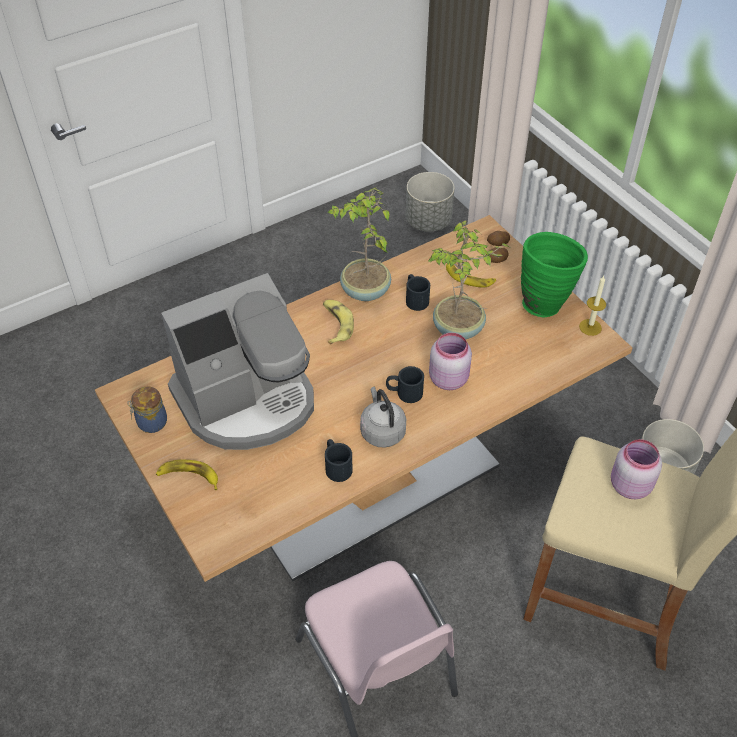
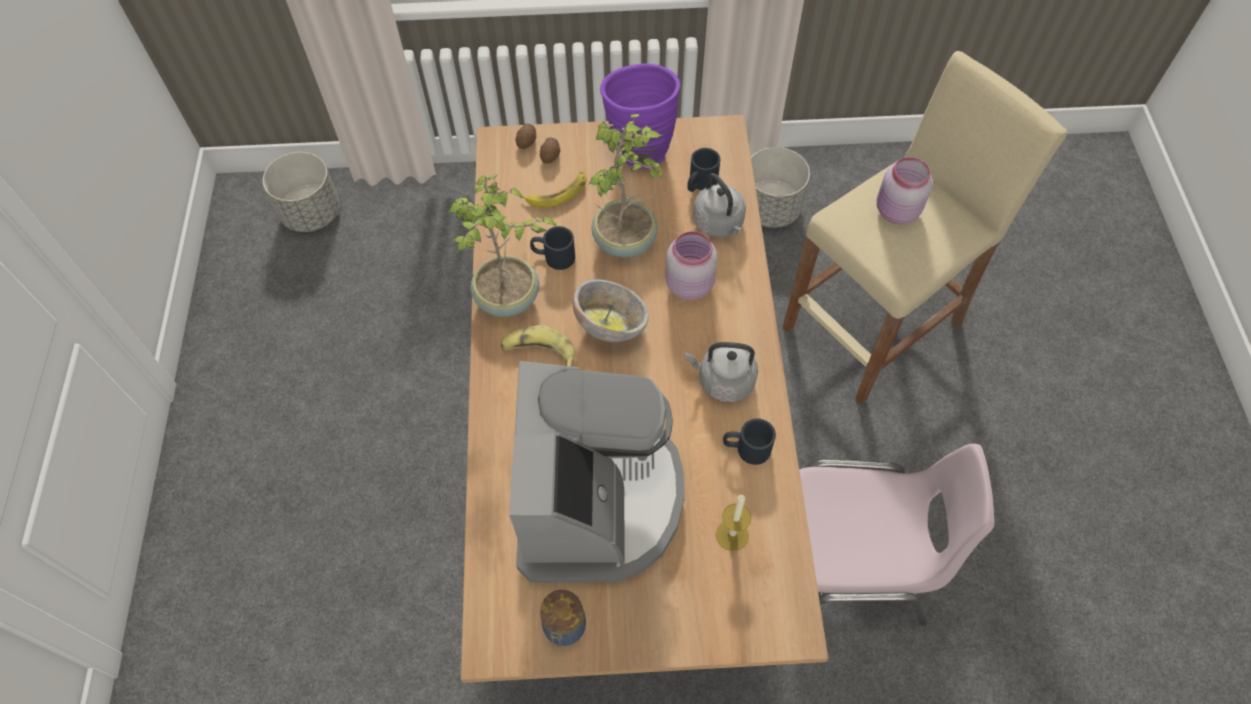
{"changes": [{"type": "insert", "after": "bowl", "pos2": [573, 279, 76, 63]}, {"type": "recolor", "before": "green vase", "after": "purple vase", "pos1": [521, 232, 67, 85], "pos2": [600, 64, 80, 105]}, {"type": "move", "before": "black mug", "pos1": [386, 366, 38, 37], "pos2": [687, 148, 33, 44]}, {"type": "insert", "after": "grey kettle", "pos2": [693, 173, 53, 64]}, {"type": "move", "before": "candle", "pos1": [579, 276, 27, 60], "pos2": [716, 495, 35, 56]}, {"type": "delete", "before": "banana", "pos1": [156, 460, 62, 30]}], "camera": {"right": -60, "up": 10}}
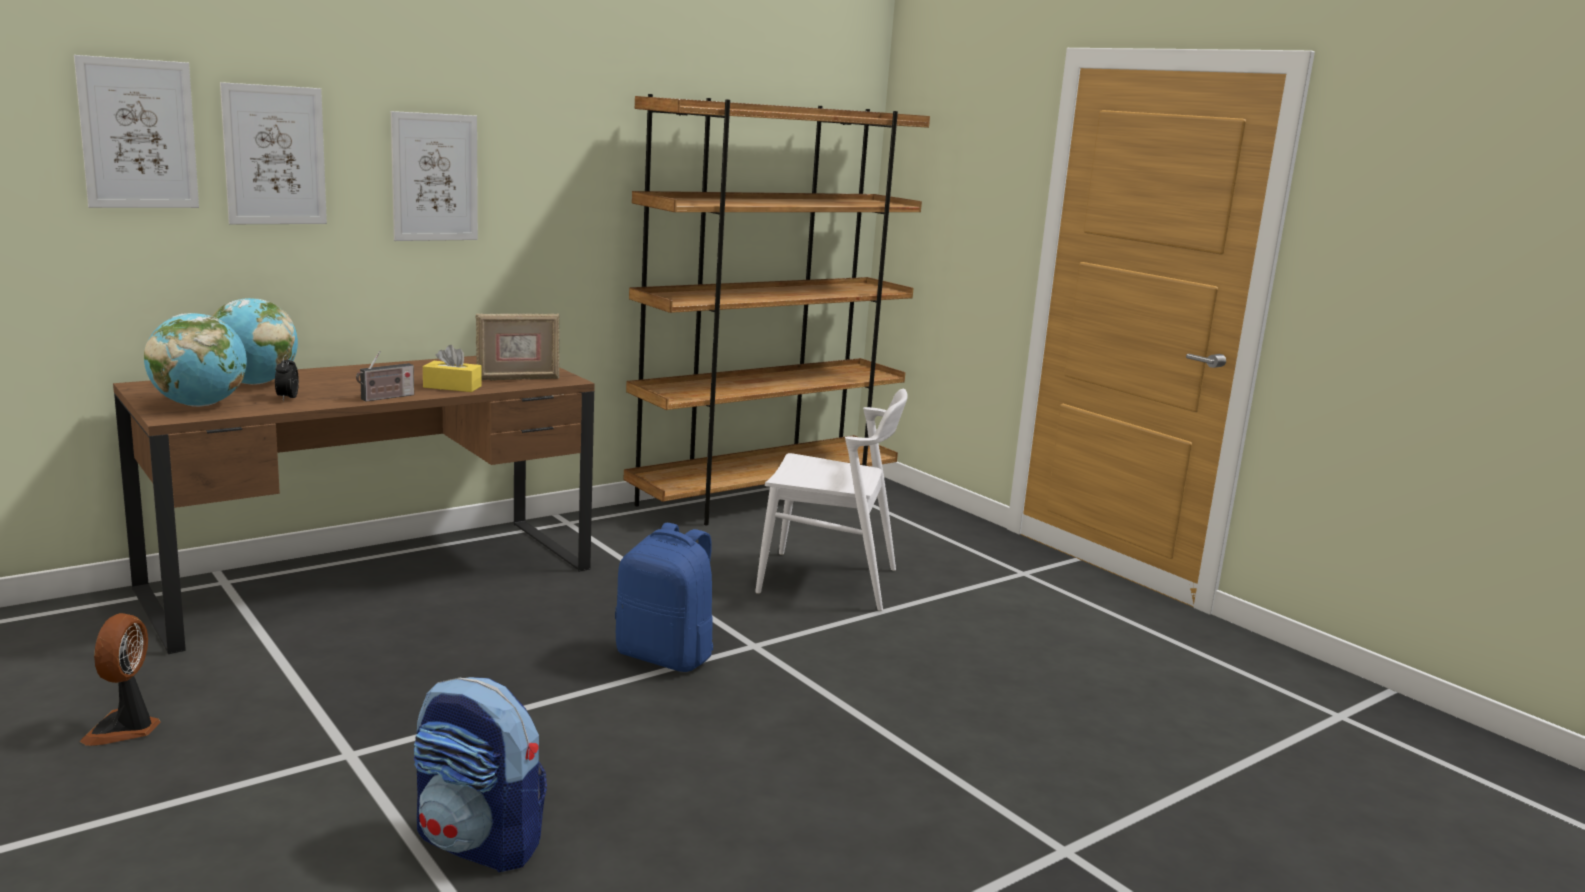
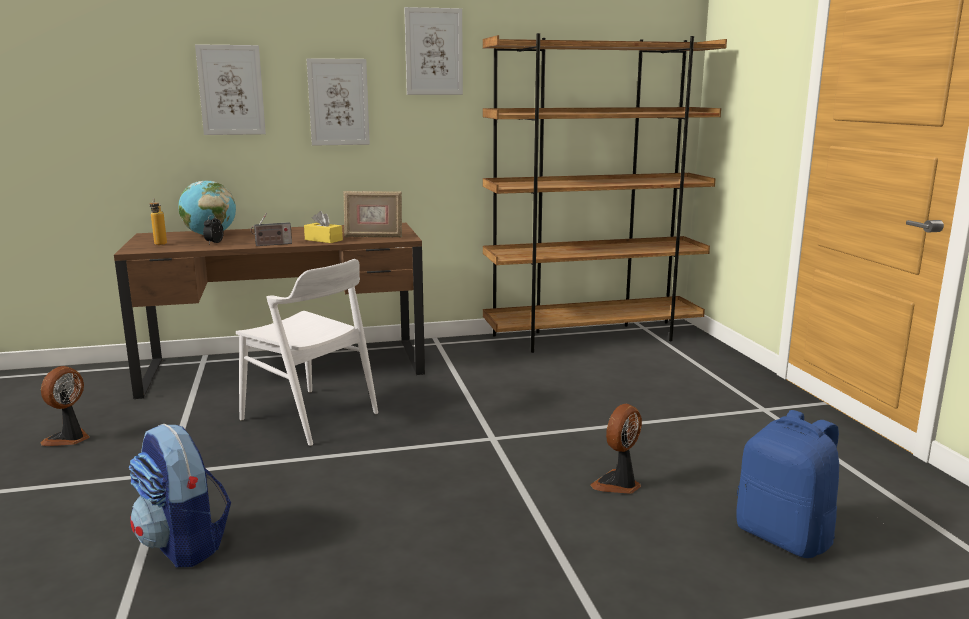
{"changes": [{"type": "replace", "before": "globe", "after": "bottle", "pos1": [144, 313, 103, 94], "pos2": [149, 199, 18, 46]}, {"type": "move", "before": "white chair", "pos1": [755, 389, 153, 222], "pos2": [236, 259, 142, 187]}, {"type": "move", "before": "picture", "pos1": [74, 55, 125, 153], "pos2": [404, 7, 59, 88]}, {"type": "insert", "after": "fan", "pos2": [590, 404, 52, 90]}, {"type": "move", "before": "blue backpack", "pos1": [615, 523, 98, 149], "pos2": [736, 410, 103, 148]}], "camera": {"right": 25, "up": 0}}
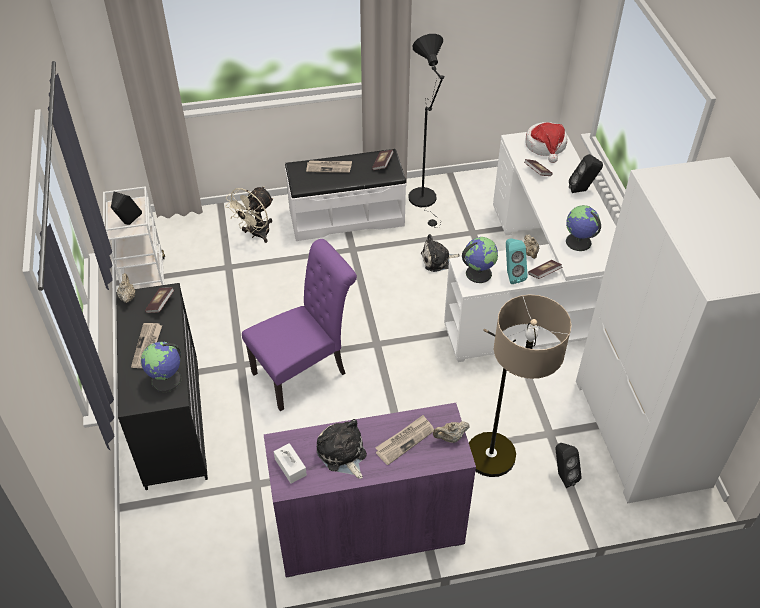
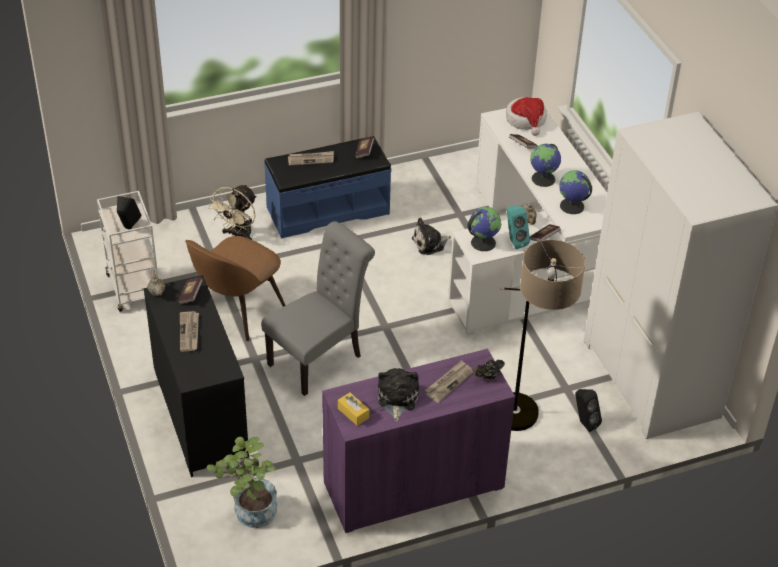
{"changes": [{"type": "insert", "after": "brown chair", "pos2": [185, 236, 101, 105]}, {"type": "insert", "after": "potted plant", "pos2": [207, 437, 71, 91]}, {"type": "recolor", "before": "purple chair", "after": "grey chair", "pos1": [242, 239, 115, 172], "pos2": [261, 221, 114, 175]}, {"type": "recolor", "before": "white bench", "after": "blue bench", "pos1": [285, 149, 121, 92], "pos2": [264, 136, 127, 103]}, {"type": "recolor", "before": "white tissue box", "after": "yellow tissue box", "pos1": [274, 443, 33, 41], "pos2": [338, 393, 31, 33]}, {"type": "rotate", "before": "plush toy", "pos1": [317, 419, 50, 60], "pos2": [378, 368, 41, 53], "turn": 45}, {"type": "recolor", "before": "beige teapot", "after": "black teapot", "pos1": [433, 421, 37, 22], "pos2": [474, 360, 31, 20]}, {"type": "move", "before": "globe", "pos1": [141, 341, 40, 51], "pos2": [530, 144, 31, 43]}, {"type": "delete", "before": "black floor lamp", "pos1": [408, 34, 36, 194]}, {"type": "delete", "before": "black speaker", "pos1": [569, 154, 34, 39]}], "camera": {"right": -10, "up": -5}}
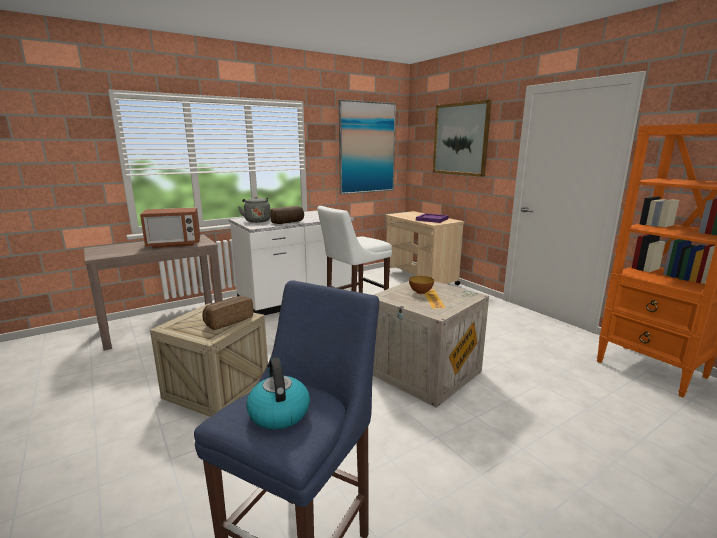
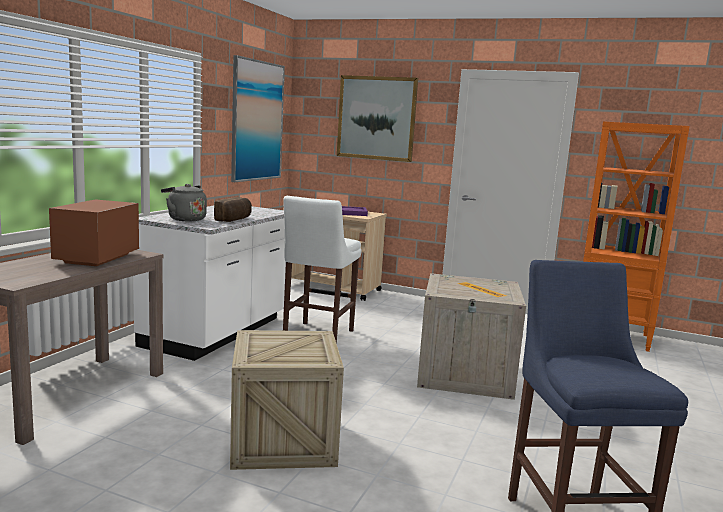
{"changes": [{"type": "rotate", "before": "microwave", "pos1": [140, 207, 60, 41], "pos2": [49, 199, 90, 67], "turn": 150}, {"type": "delete", "before": "bread", "pos1": [203, 296, 50, 34]}, {"type": "delete", "before": "kettle", "pos1": [246, 357, 64, 73]}, {"type": "delete", "before": "bowl", "pos1": [409, 276, 25, 18]}], "camera": {"right": -35, "up": -5}}
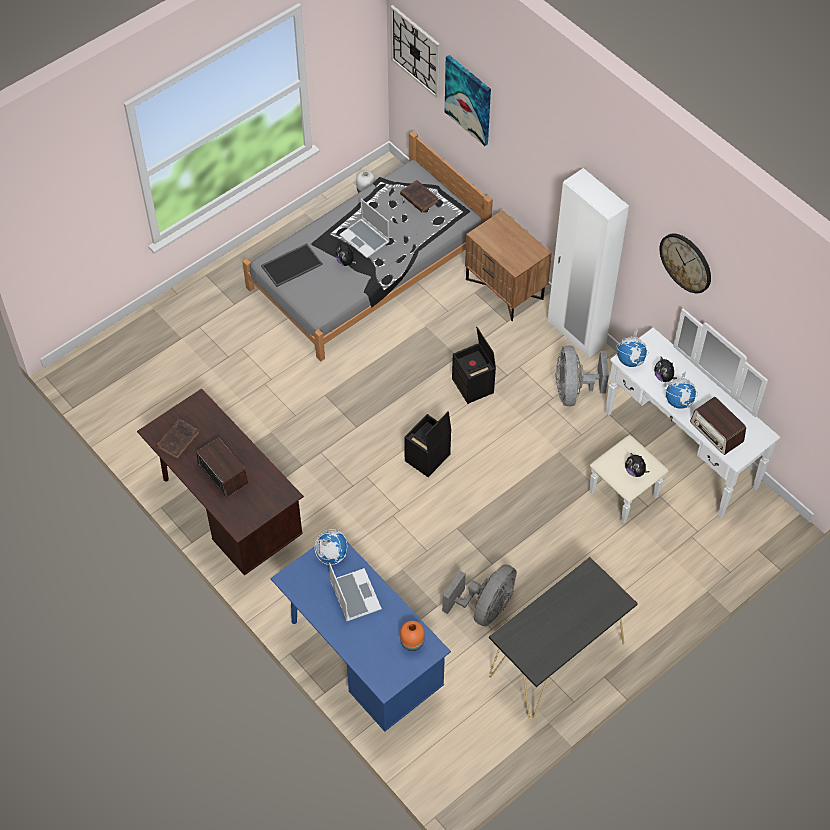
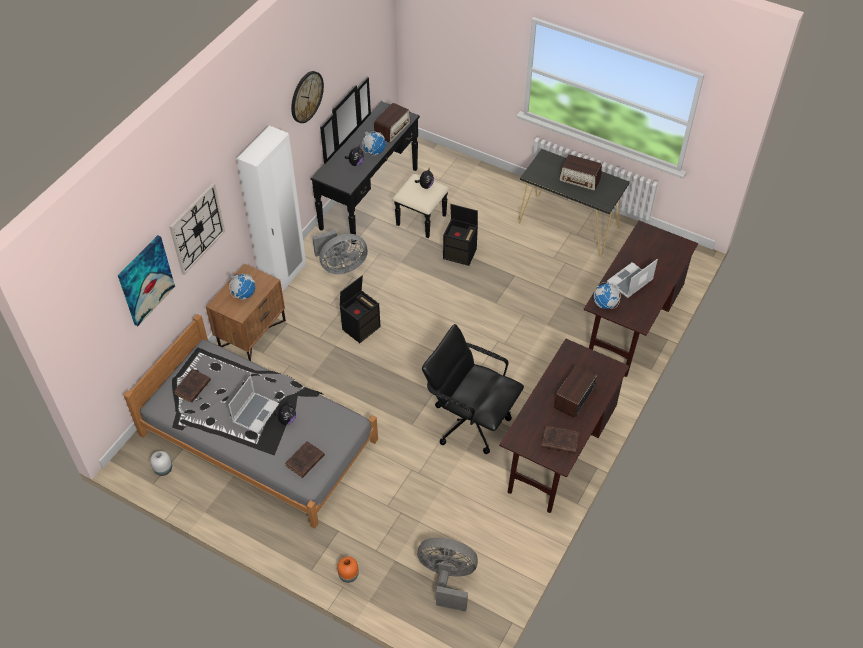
{"changes": [{"type": "move", "before": "wall clock", "pos1": [390, 5, 50, 93], "pos2": [169, 183, 56, 92]}, {"type": "move", "before": "globe", "pos1": [616, 330, 33, 37], "pos2": [229, 273, 26, 27]}, {"type": "replace", "before": "tray", "after": "brown book", "pos1": [261, 243, 62, 44], "pos2": [285, 441, 40, 37]}, {"type": "recolor", "before": "white dresser", "after": "black dresser", "pos1": [589, 308, 191, 216], "pos2": [311, 77, 138, 168]}, {"type": "move", "before": "orange vase", "pos1": [400, 621, 25, 30], "pos2": [337, 556, 22, 27]}, {"type": "move", "before": "grey fan", "pos1": [442, 564, 75, 62], "pos2": [417, 538, 61, 74]}, {"type": "insert", "after": "black office chair", "pos2": [422, 324, 102, 130]}, {"type": "move", "before": "black storage box", "pos1": [404, 411, 47, 66], "pos2": [443, 204, 35, 62]}, {"type": "insert", "after": "radio", "pos2": [559, 154, 43, 37]}, {"type": "recolor", "before": "blue desk", "after": "brown desk", "pos1": [270, 542, 181, 190], "pos2": [583, 221, 115, 156]}], "camera": {"right": -110, "up": -5}}
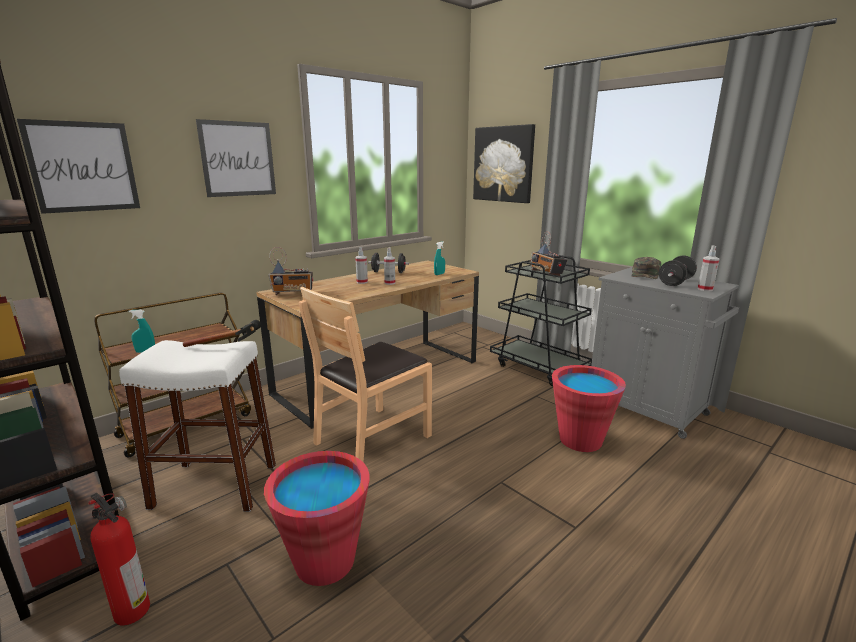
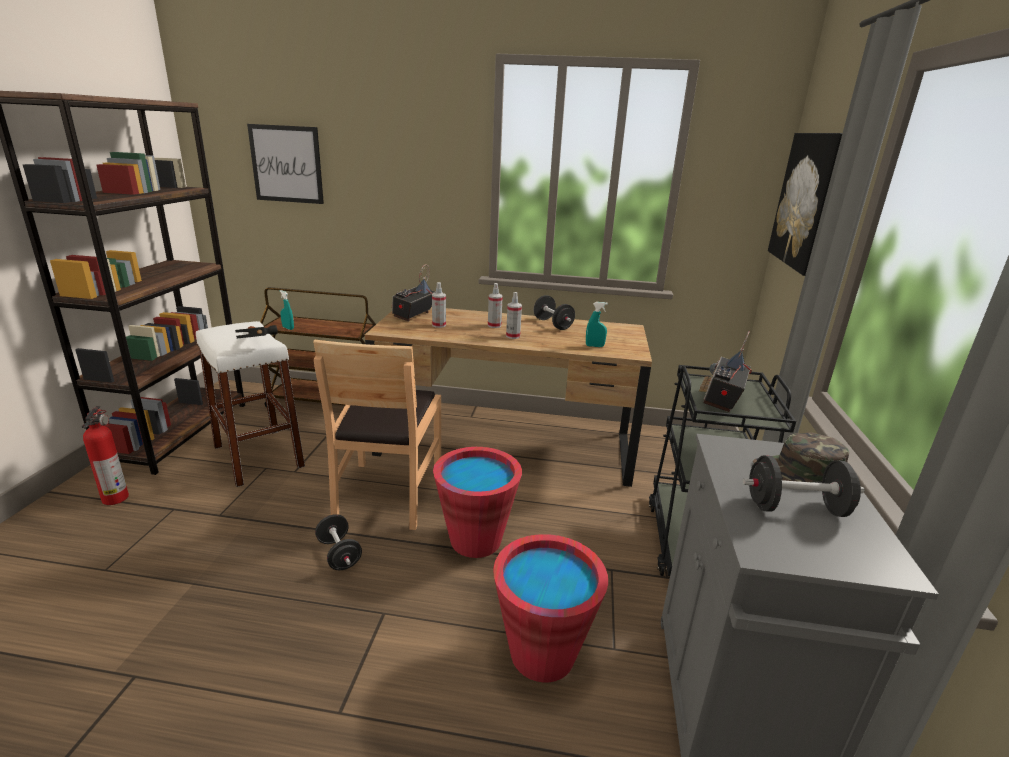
{"changes": [{"type": "rotate", "before": "brown chair", "pos1": [299, 287, 133, 175], "pos2": [313, 340, 128, 190], "turn": -90}, {"type": "insert", "after": "black dumbbell", "pos2": [315, 514, 47, 56]}, {"type": "rotate", "before": "radio", "pos1": [268, 247, 45, 48], "pos2": [391, 264, 45, 58], "turn": 75}, {"type": "move", "before": "spray bottle", "pos1": [698, 246, 22, 45], "pos2": [432, 282, 14, 46]}, {"type": "move", "before": "red bucket", "pos1": [264, 451, 106, 135], "pos2": [433, 447, 89, 111]}, {"type": "delete", "before": "picture", "pos1": [196, 119, 80, 78]}], "camera": {"right": 50, "up": 5}}
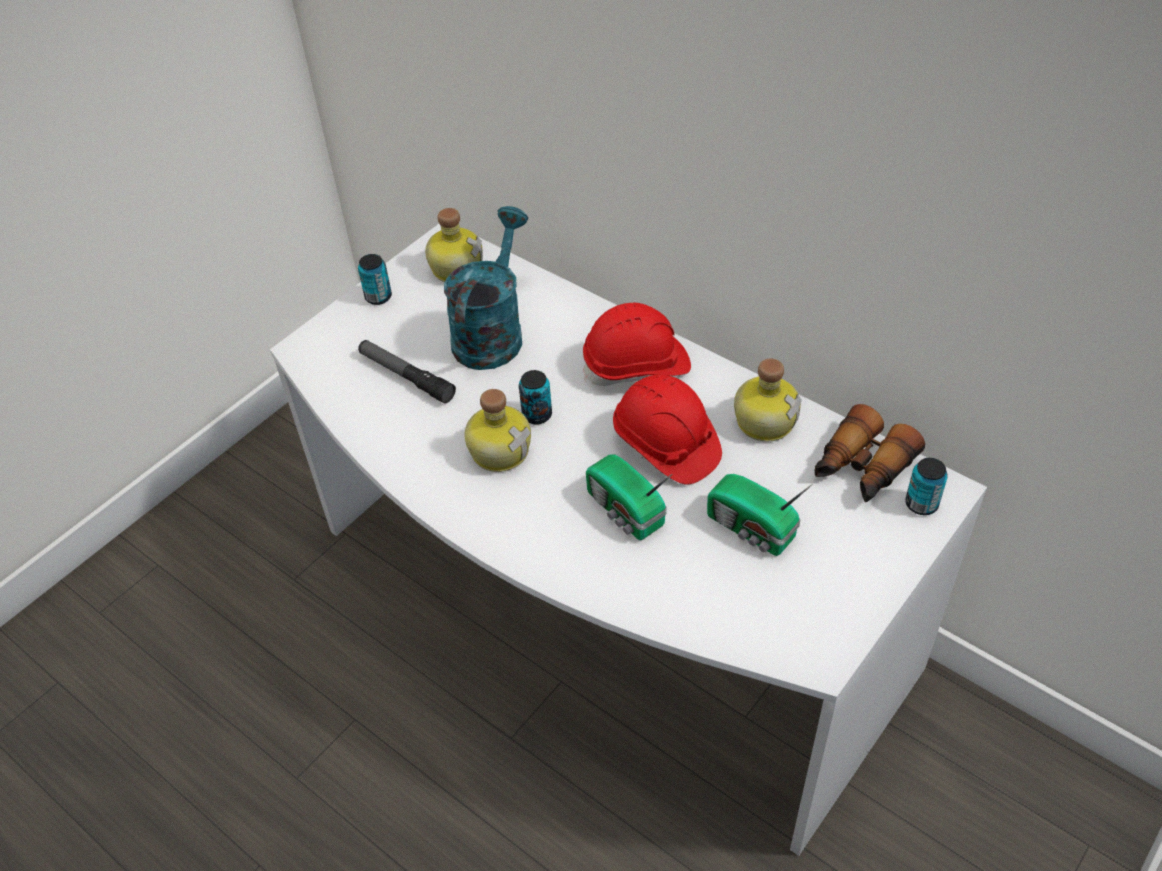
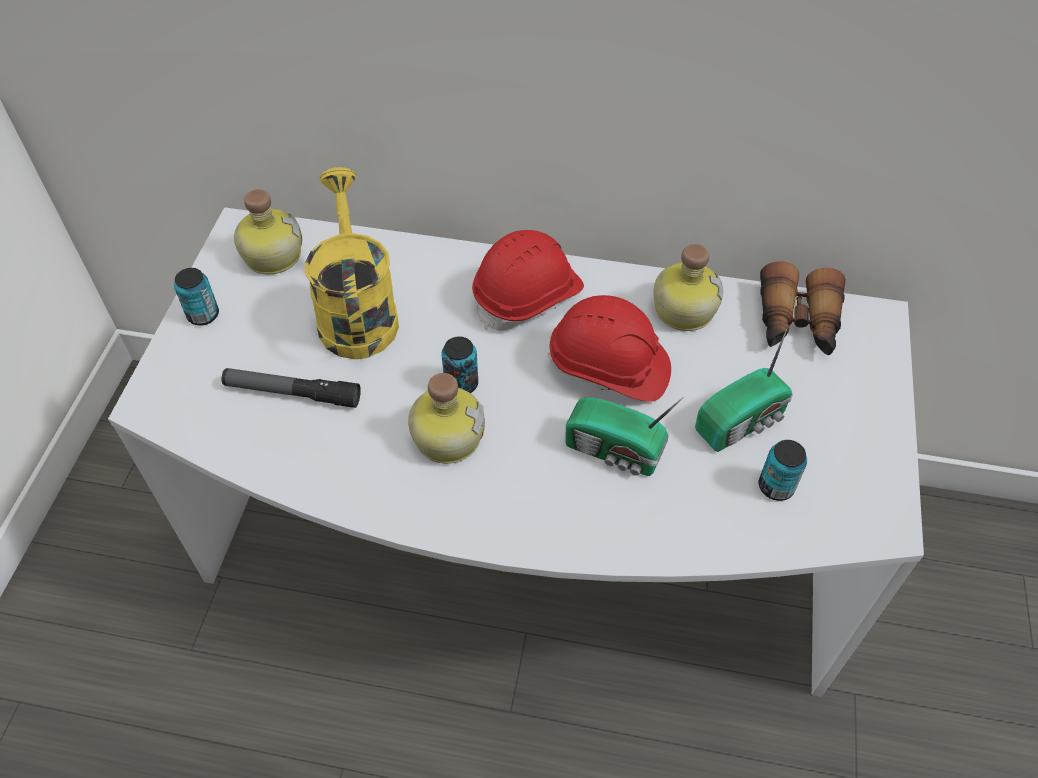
{"changes": [{"type": "recolor", "before": "turquoise watering can", "after": "yellow watering can", "pos1": [444, 206, 84, 164], "pos2": [305, 167, 94, 192]}, {"type": "rotate", "before": "radio", "pos1": [707, 474, 106, 82], "pos2": [695, 329, 98, 123], "turn": -45}, {"type": "move", "before": "can", "pos1": [905, 458, 43, 57], "pos2": [759, 440, 48, 61]}], "camera": {"right": -30, "up": 5}}
